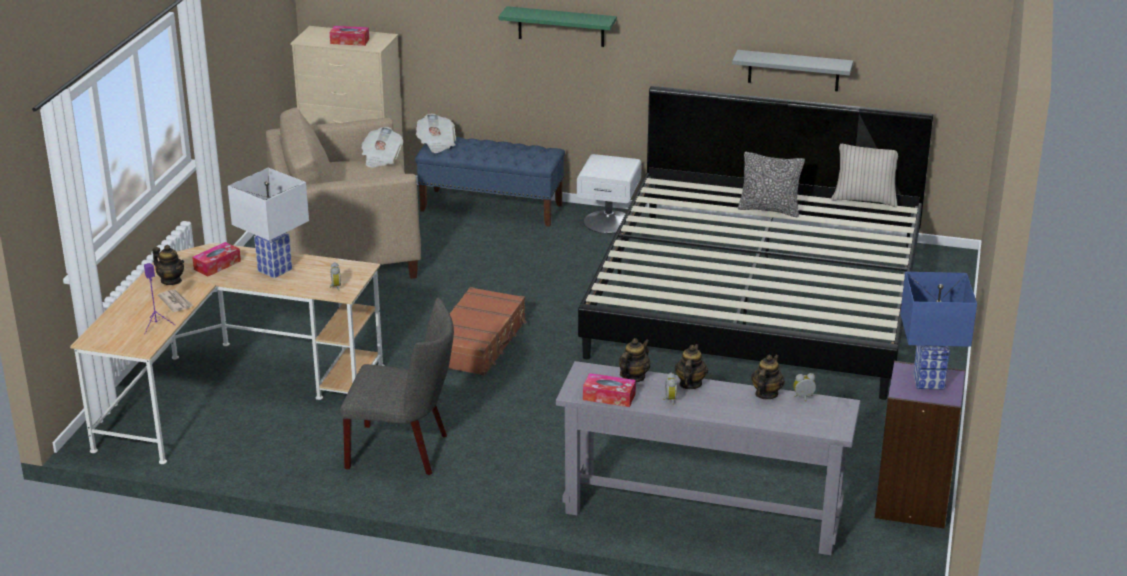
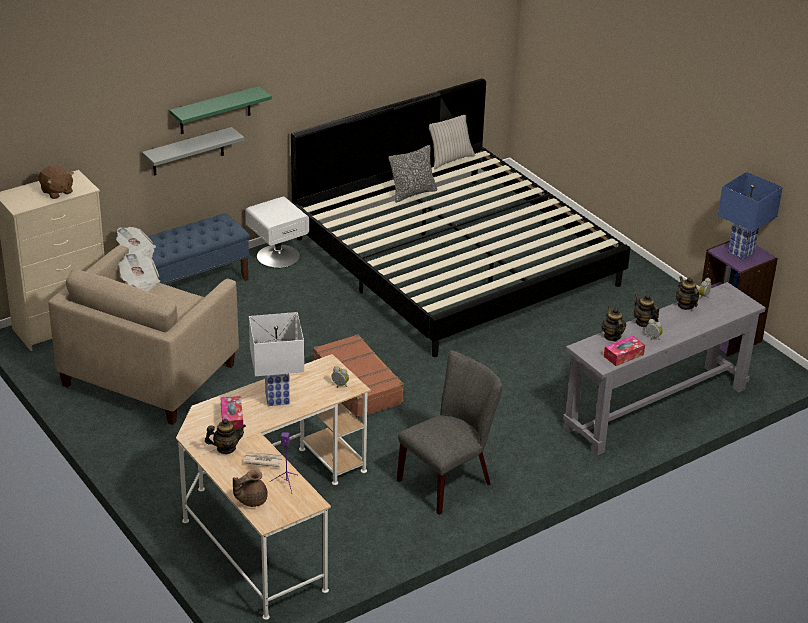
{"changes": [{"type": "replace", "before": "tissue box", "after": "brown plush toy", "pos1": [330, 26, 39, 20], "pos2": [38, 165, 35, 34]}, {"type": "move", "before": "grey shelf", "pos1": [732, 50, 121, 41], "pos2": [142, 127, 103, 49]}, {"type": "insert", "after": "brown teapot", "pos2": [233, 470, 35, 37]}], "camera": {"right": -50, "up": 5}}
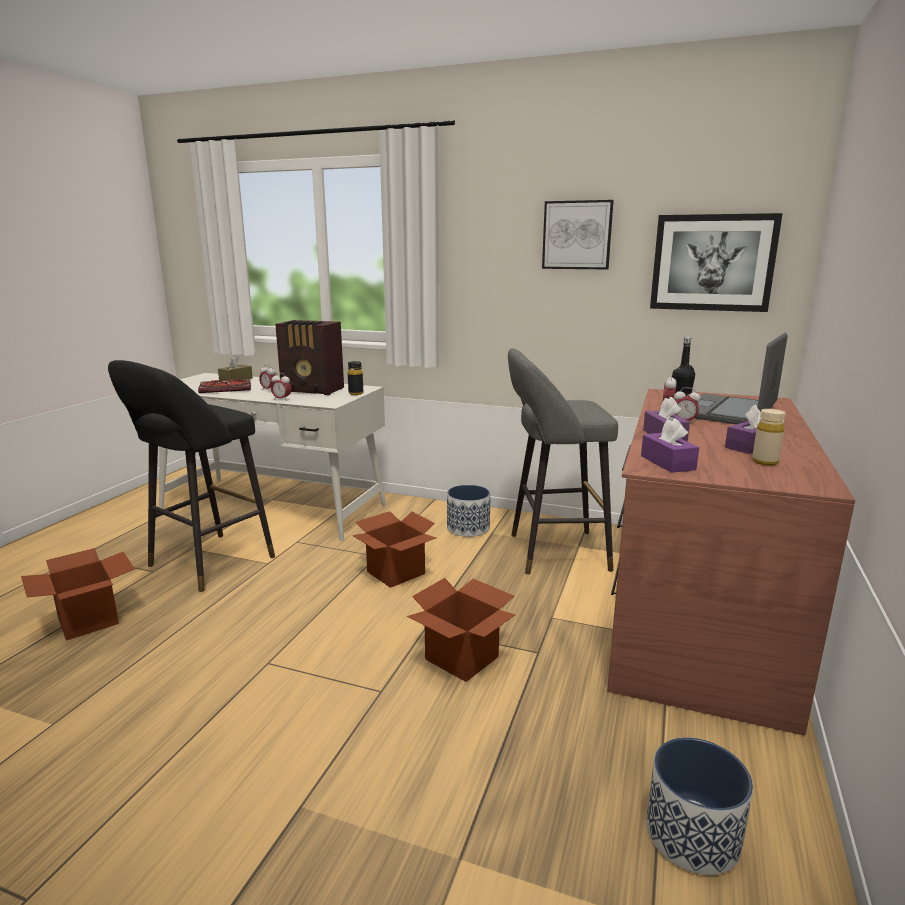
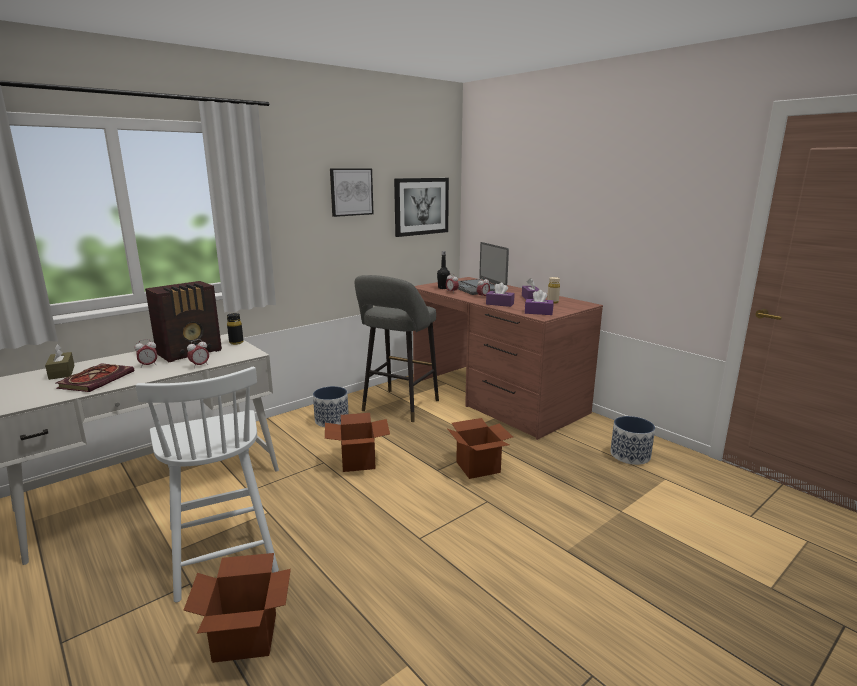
{"changes": [{"type": "replace", "before": "black stool", "after": "white chair", "pos1": [108, 360, 167, 232], "pos2": [136, 367, 143, 236]}], "camera": {"right": -60, "up": 0}}
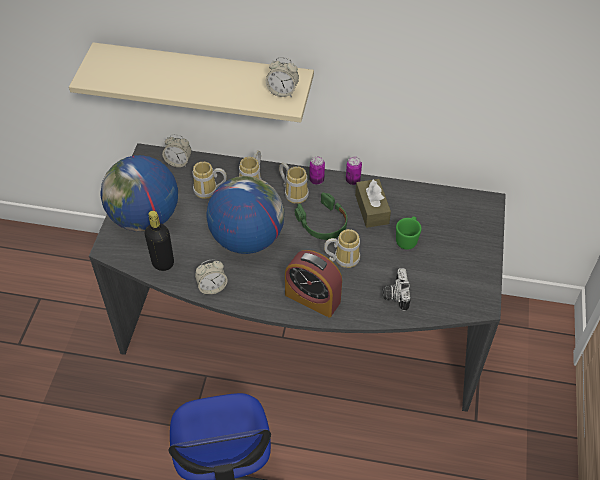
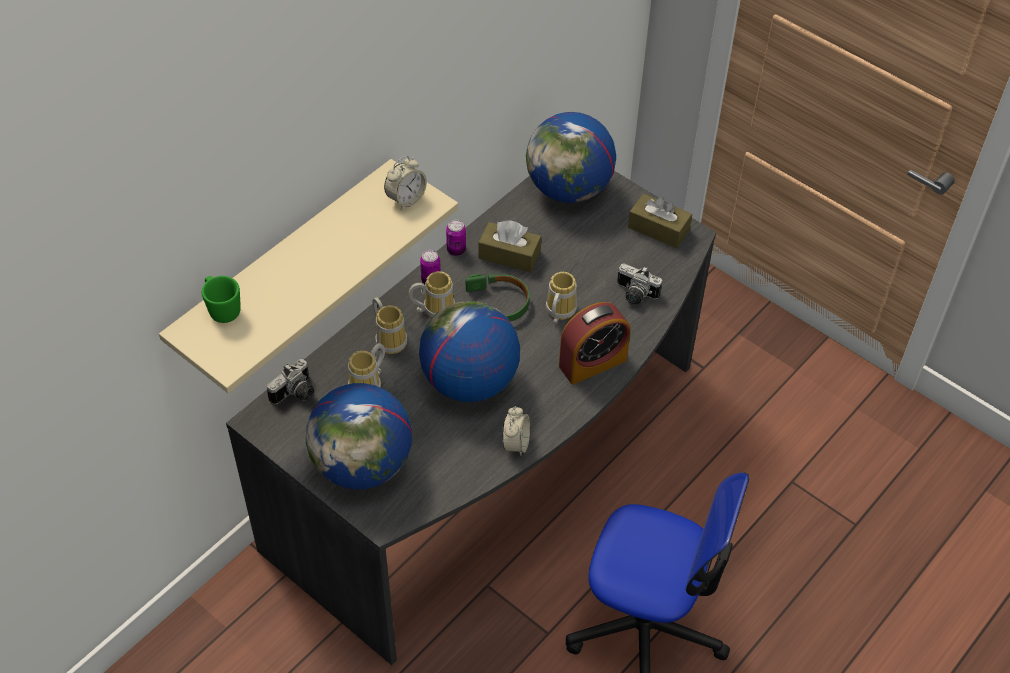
{"changes": [{"type": "move", "before": "green mug", "pos1": [396, 216, 26, 34], "pos2": [202, 276, 39, 47]}, {"type": "replace", "before": "alarm clock", "after": "photo camera", "pos1": [162, 134, 30, 33], "pos2": [267, 359, 47, 46]}, {"type": "insert", "after": "globe", "pos2": [526, 112, 90, 91]}, {"type": "insert", "after": "brown tissue box", "pos2": [628, 193, 64, 55]}, {"type": "delete", "before": "black bottle", "pos1": [145, 211, 29, 60]}], "camera": {"right": -60, "up": 0}}
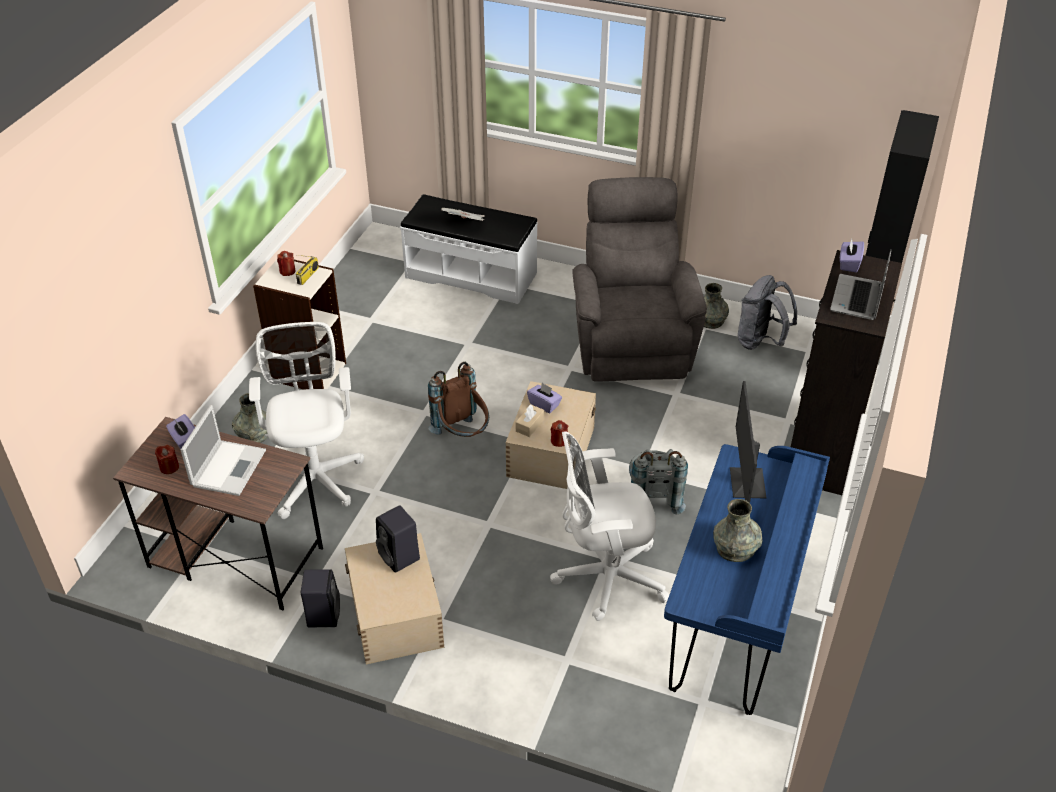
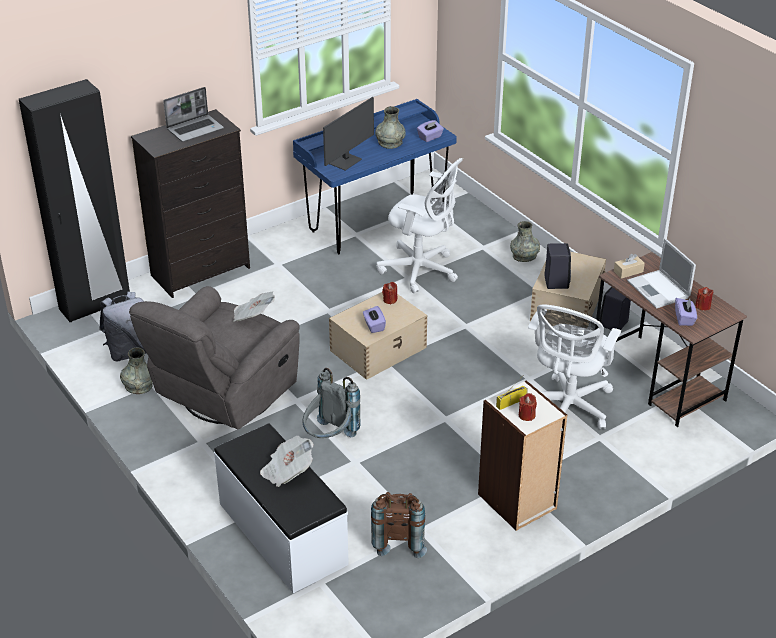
{"changes": [{"type": "insert", "after": "newspaper", "pos2": [233, 291, 42, 31]}, {"type": "move", "before": "grey backpack", "pos1": [629, 449, 59, 65], "pos2": [302, 368, 58, 70]}, {"type": "move", "before": "brown backpack", "pos1": [428, 362, 61, 75], "pos2": [371, 492, 56, 66]}, {"type": "move", "before": "purple tissue box", "pos1": [840, 239, 24, 33], "pos2": [417, 120, 27, 22]}, {"type": "move", "before": "grey vase", "pos1": [232, 393, 35, 50], "pos2": [510, 221, 30, 41]}, {"type": "move", "before": "beige tissue box", "pos1": [516, 404, 29, 33], "pos2": [614, 254, 31, 25]}, {"type": "rotate", "before": "laptop", "pos1": [181, 405, 85, 91], "pos2": [627, 238, 69, 71], "turn": -75}], "camera": {"right": -145, "up": -5}}
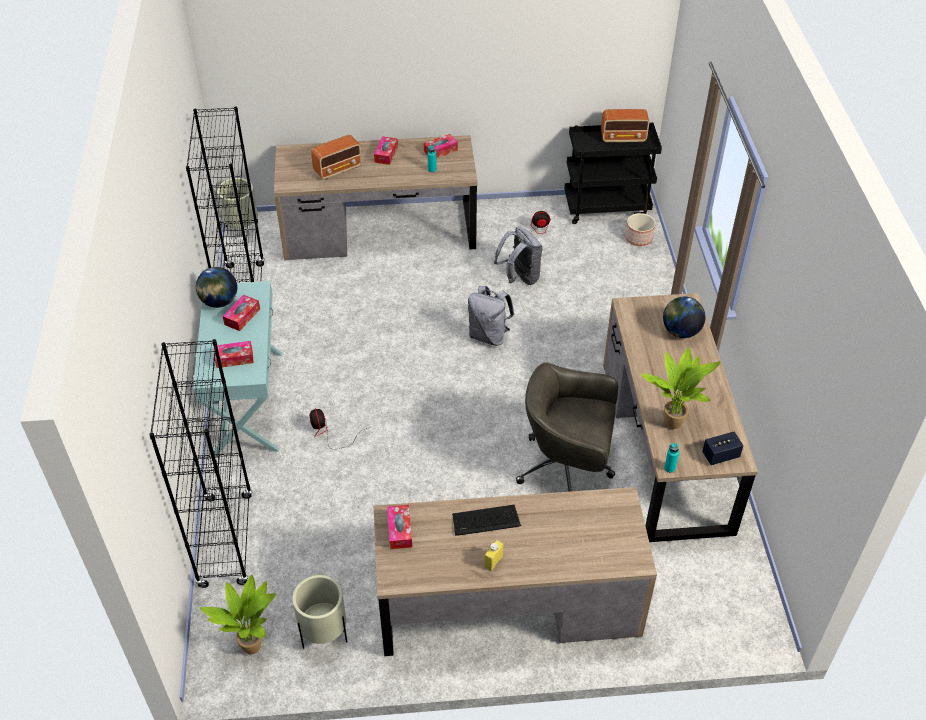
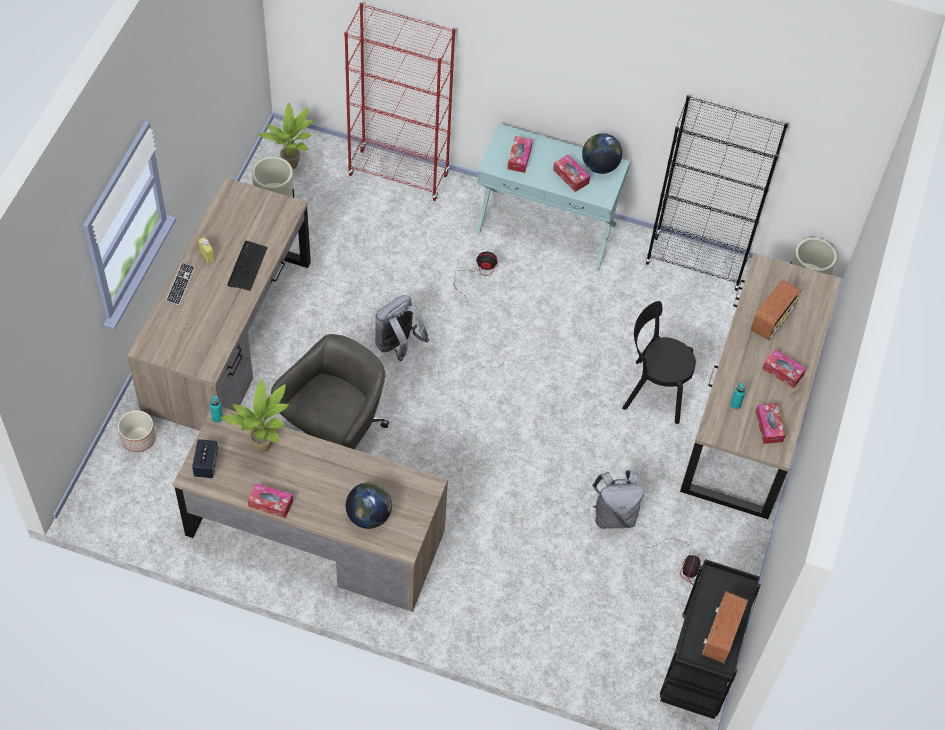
{"changes": [{"type": "move", "before": "planter", "pos1": [625, 213, 30, 33], "pos2": [118, 410, 38, 42]}, {"type": "insert", "after": "keyboard", "pos2": [165, 263, 30, 43]}, {"type": "move", "before": "tissue box", "pos1": [387, 505, 25, 44], "pos2": [248, 483, 45, 35]}, {"type": "recolor", "before": "black bookcase", "after": "red bookcase", "pos1": [149, 339, 104, 249], "pos2": [344, 3, 111, 198]}, {"type": "move", "before": "grey backpack", "pos1": [468, 286, 46, 60], "pos2": [375, 295, 54, 66]}, {"type": "insert", "after": "black chair", "pos2": [622, 301, 74, 123]}, {"type": "rotate", "before": "radio", "pos1": [311, 135, 51, 45], "pos2": [751, 279, 50, 61], "turn": -135}], "camera": {"right": 110, "up": 10}}
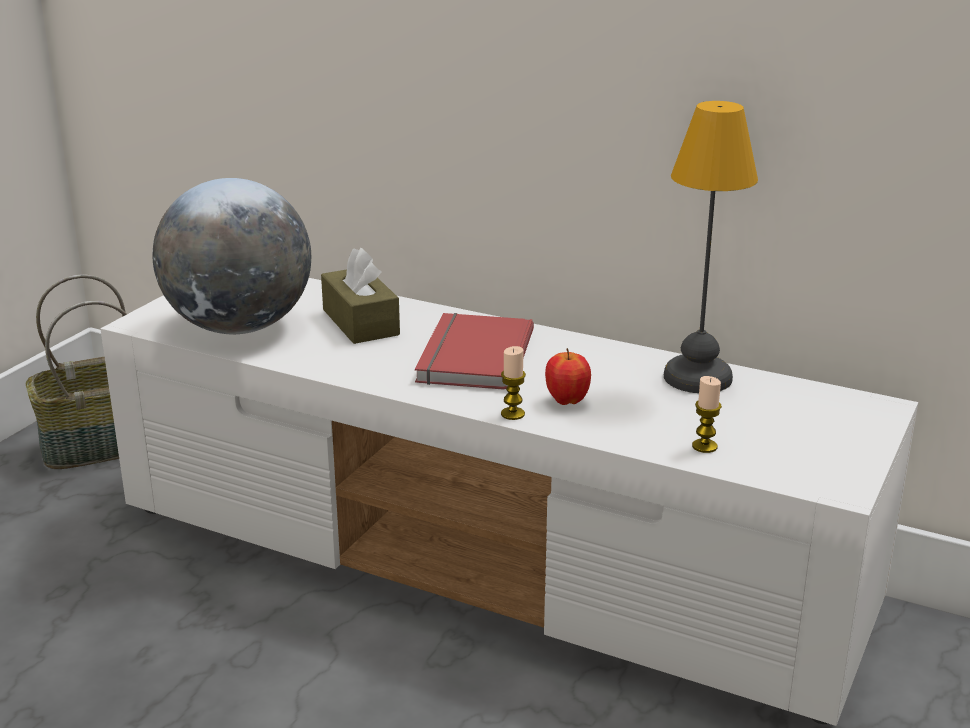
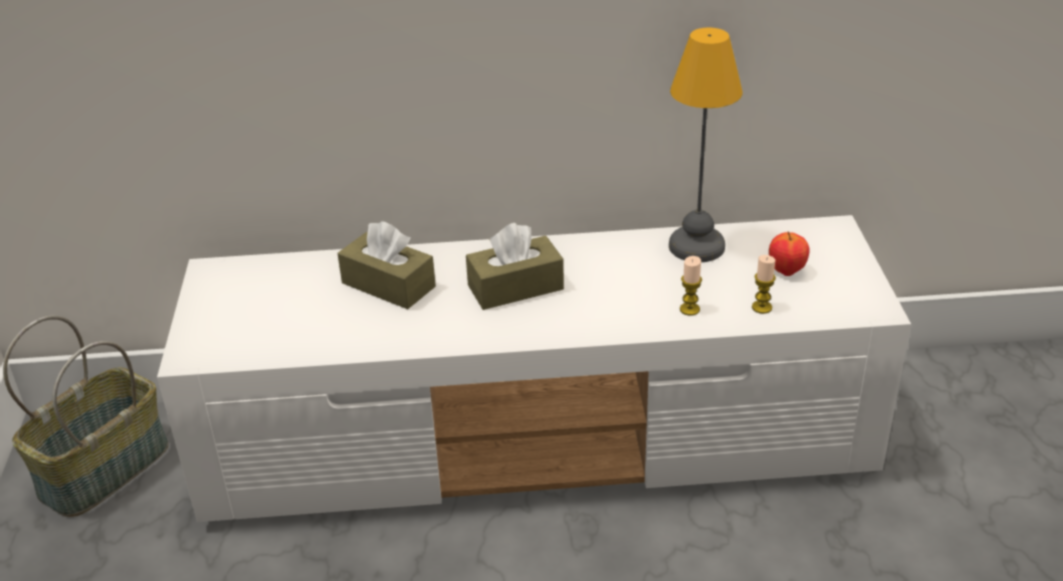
{"changes": [{"type": "replace", "before": "red book", "after": "brown tissue box", "pos1": [415, 313, 119, 77], "pos2": [466, 223, 98, 87]}, {"type": "move", "before": "candle", "pos1": [501, 346, 25, 74], "pos2": [680, 256, 22, 60]}, {"type": "move", "before": "apple", "pos1": [545, 348, 46, 57], "pos2": [769, 231, 41, 45]}, {"type": "delete", "before": "globe", "pos1": [153, 178, 158, 156]}], "camera": {"right": -30, "up": 10}}
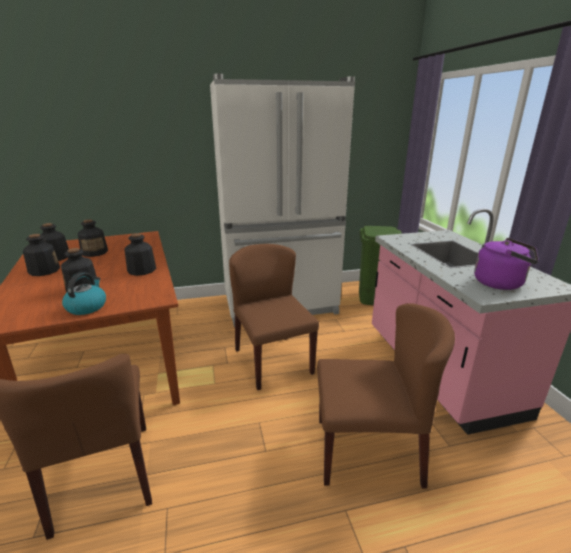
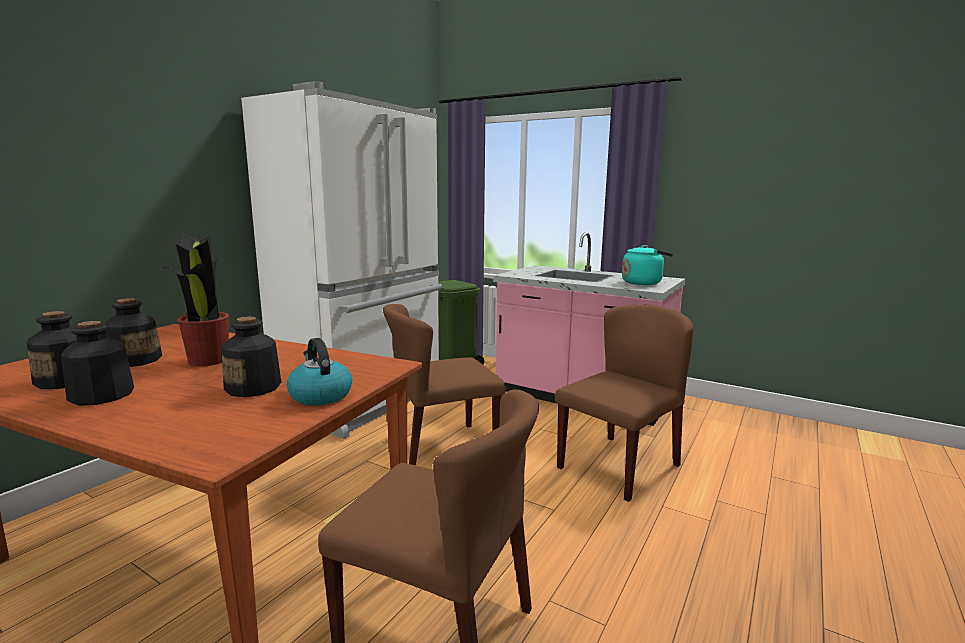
{"changes": [{"type": "insert", "after": "potted plant", "pos2": [163, 232, 66, 134]}, {"type": "rotate", "before": "brown chair", "pos1": [229, 244, 90, 146], "pos2": [383, 304, 123, 161], "turn": -45}, {"type": "recolor", "before": "purple kettle", "after": "turquoise kettle", "pos1": [474, 238, 65, 52], "pos2": [622, 245, 51, 40]}, {"type": "delete", "before": "bottle", "pos1": [124, 233, 32, 43]}], "camera": {"right": -45, "up": -10}}
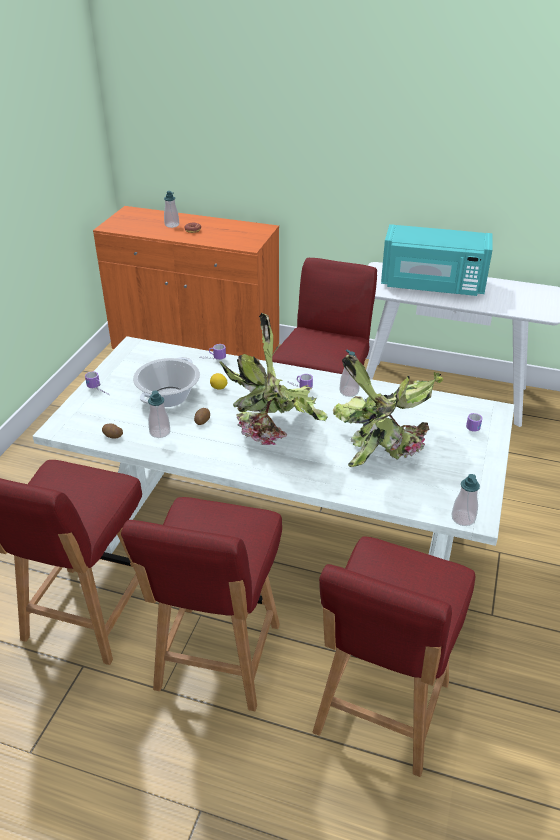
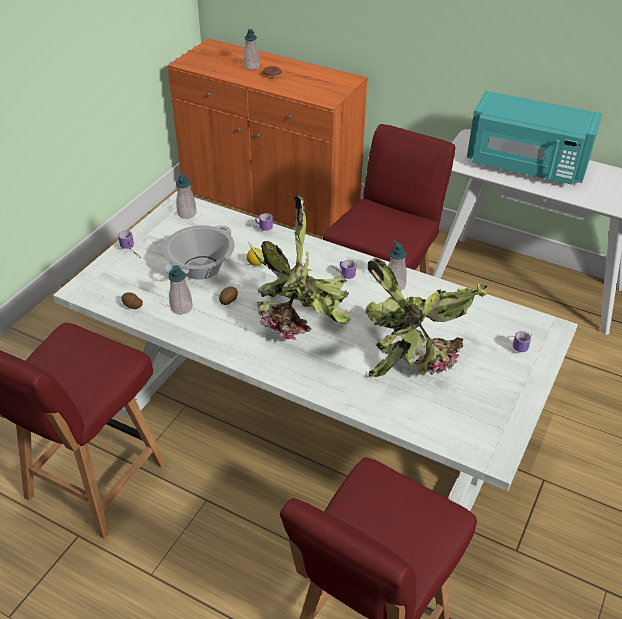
{"changes": [{"type": "move", "before": "soap dispenser", "pos1": [452, 474, 28, 52], "pos2": [176, 174, 21, 45]}, {"type": "delete", "before": "red chair", "pos1": [121, 497, 161, 214]}], "camera": {"right": 10, "up": 5}}
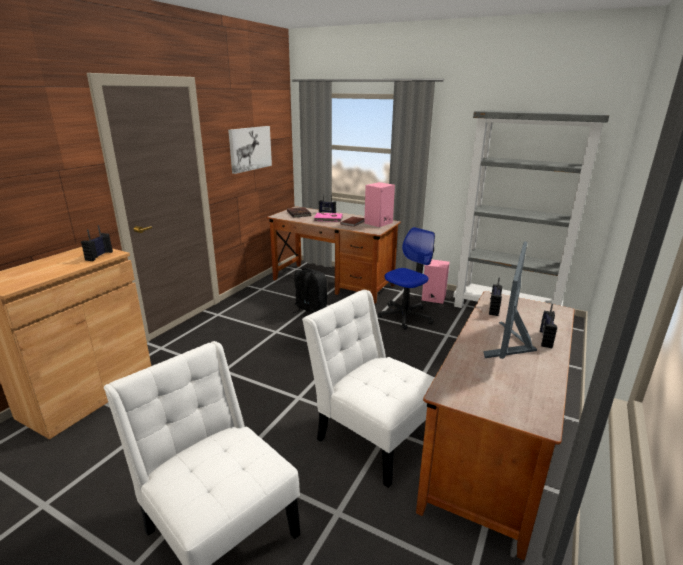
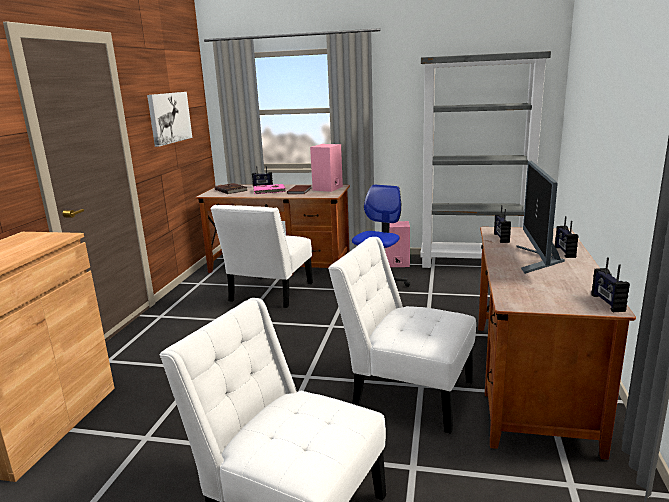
{"changes": [{"type": "replace", "before": "black backpack", "after": "white chair", "pos1": [293, 268, 34, 49], "pos2": [211, 205, 102, 103]}, {"type": "move", "before": "radio", "pos1": [81, 225, 32, 36], "pos2": [591, 257, 39, 55]}], "camera": {"right": -15, "up": -5}}
